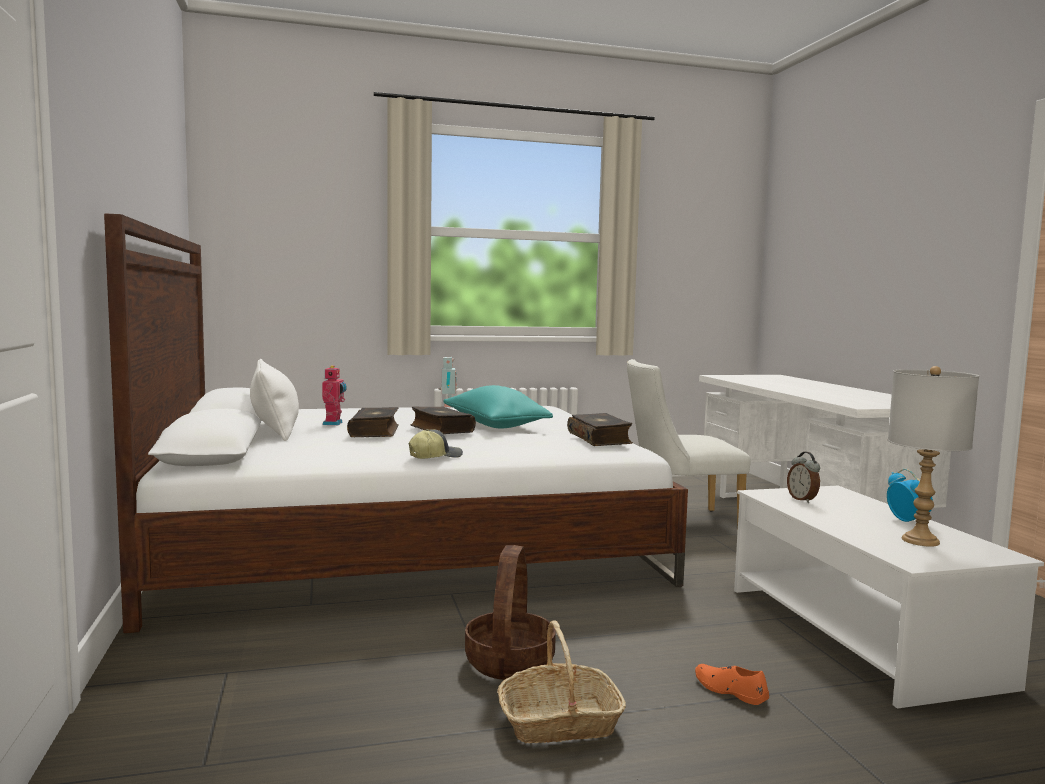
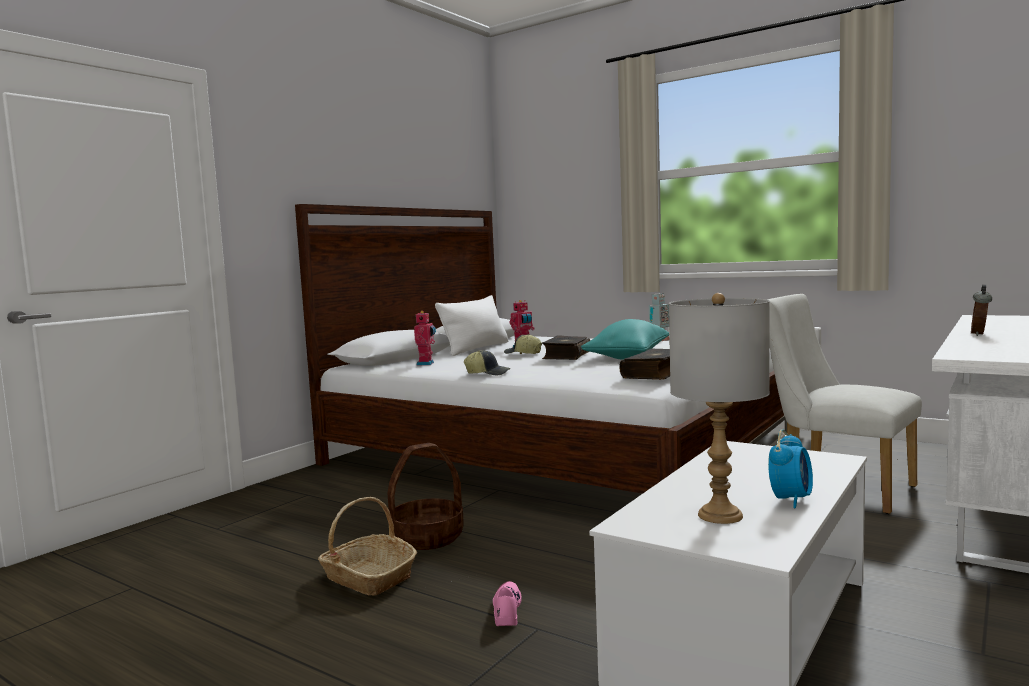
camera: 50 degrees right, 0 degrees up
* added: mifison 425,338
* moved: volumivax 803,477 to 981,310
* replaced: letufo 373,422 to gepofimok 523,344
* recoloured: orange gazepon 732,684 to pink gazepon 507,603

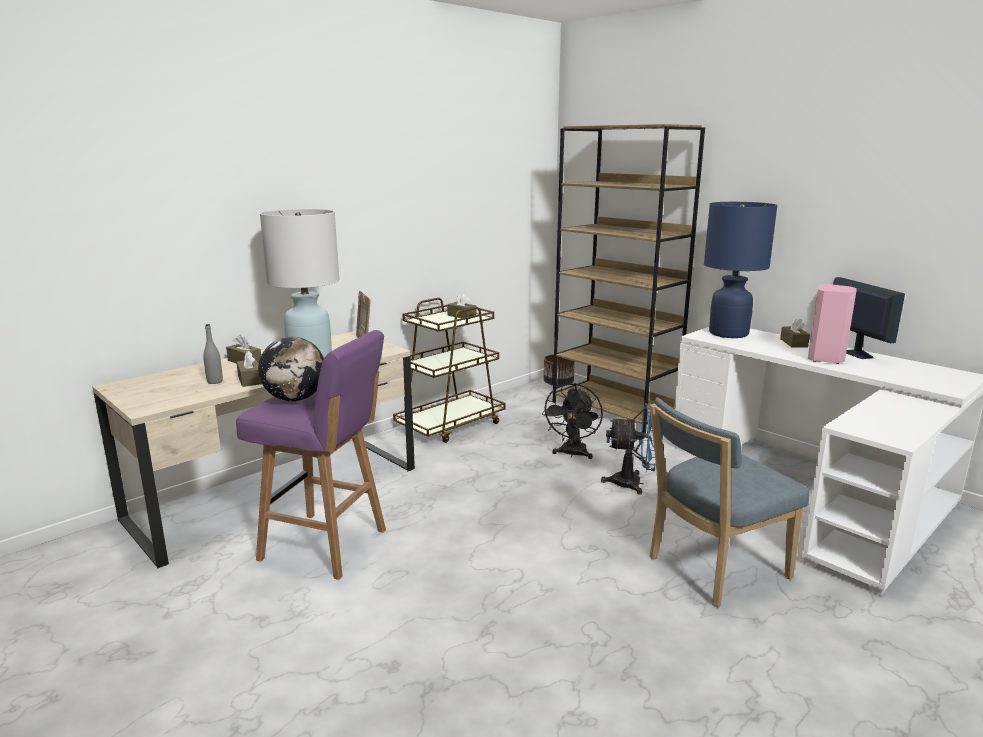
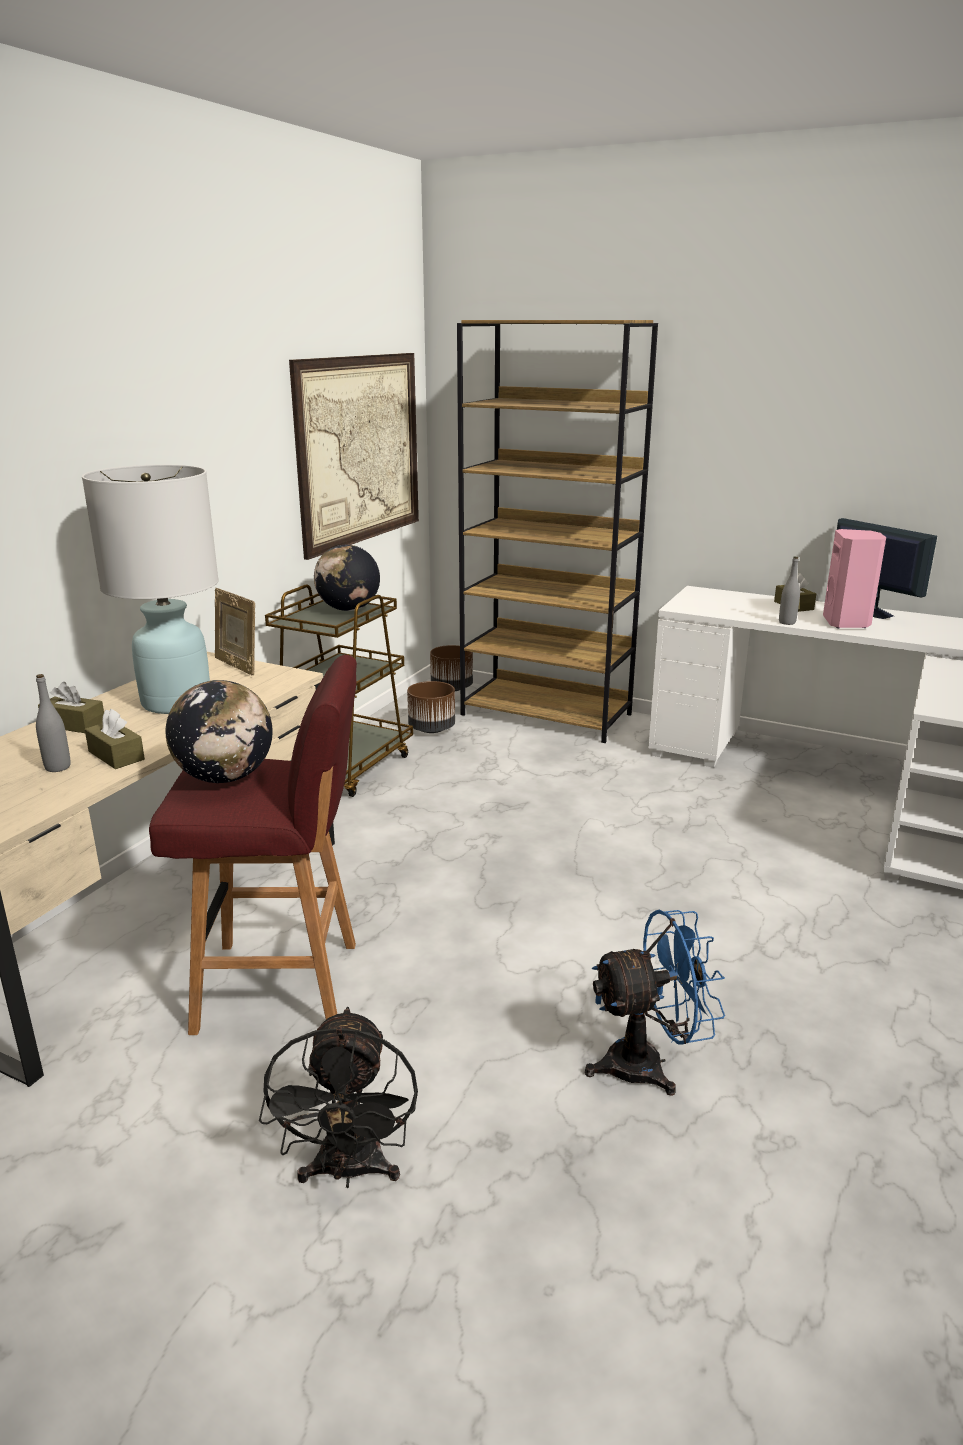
camera: 20 degrees left, 5 degrees up
* removed: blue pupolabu 730,502
* removed: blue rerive 741,270
* added: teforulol 354,456
* added: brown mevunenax 431,707
* added: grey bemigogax 789,590
* moved: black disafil 572,421 to 338,1097
* moved: blue disafil 632,449 to 655,1003
* replaced: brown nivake 462,306 to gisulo 347,578
* recoloured: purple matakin 311,455 to red matakin 253,845

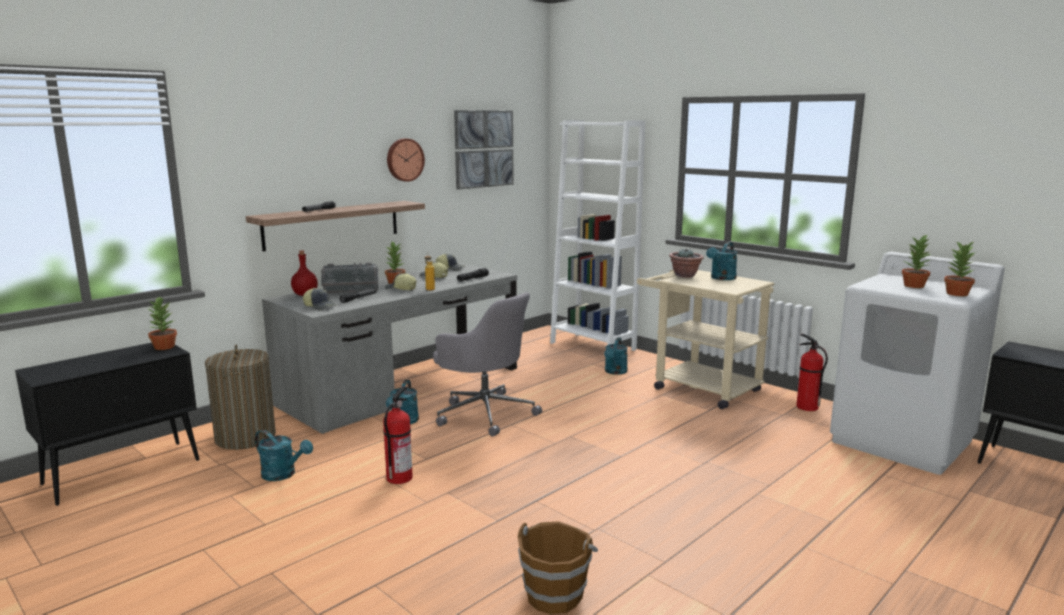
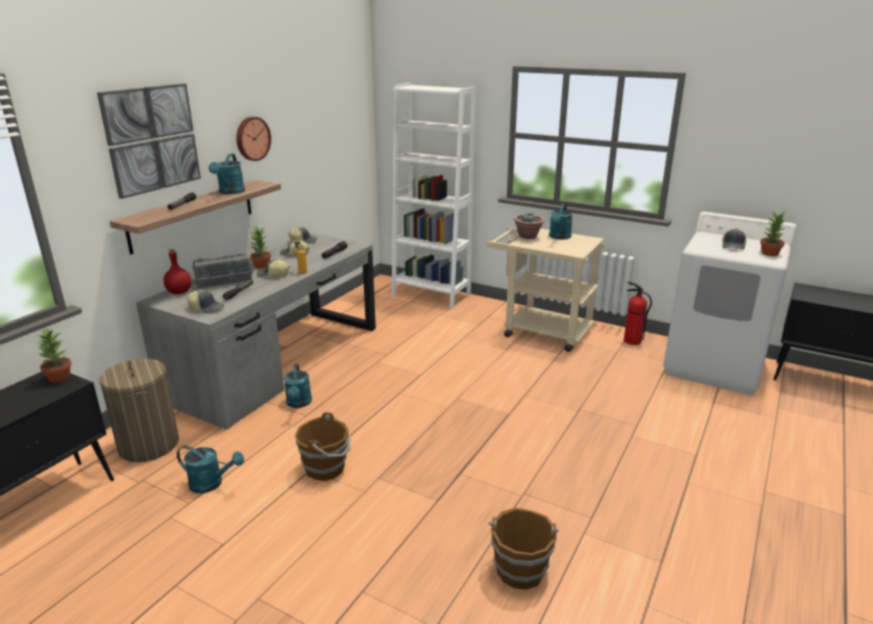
camera: 15 degrees left, 10 degrees up
* removed: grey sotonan 487,364
* moved: teforulol 484,150 to 149,141
* moved: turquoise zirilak 615,356 to 227,174
* replaced: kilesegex 398,435 to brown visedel 322,446
* replaced: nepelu 916,261 to gepofimok 734,239

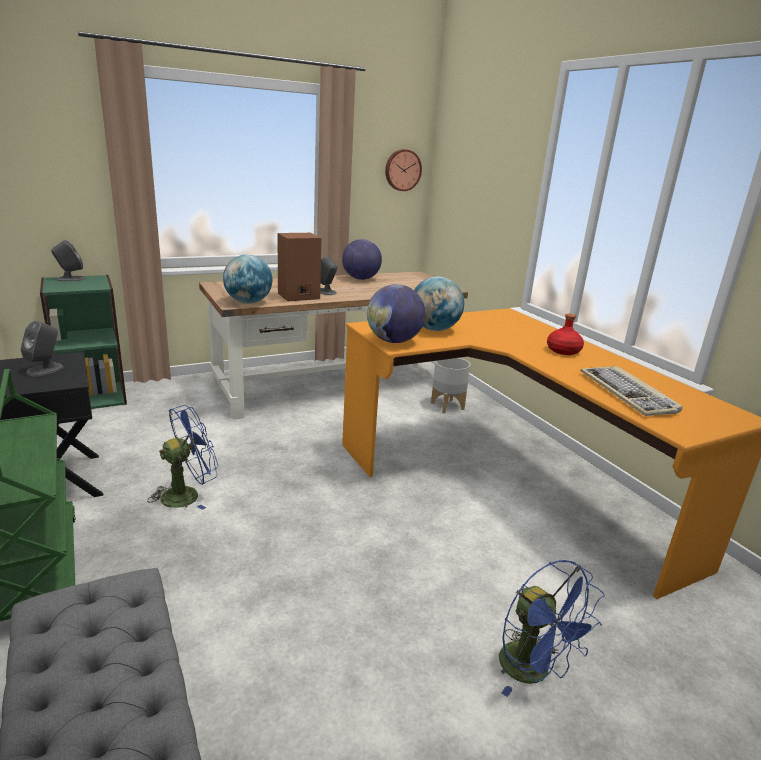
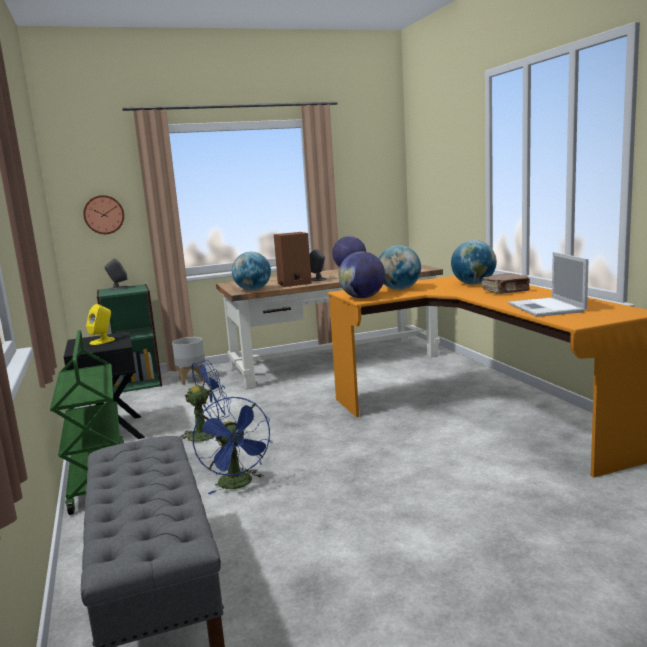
camera: 10 degrees right, 10 degrees down
* added: gisulo 474,262
* moved: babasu 403,170 to 103,214
* moved: grey mevunenax 450,385 to 188,361
* moved: blue disafil 552,628 to 233,445
* replaced: red bemigogax 565,334 to brown letufo 506,283
* replaced: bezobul 631,391 to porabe 548,284
* recoloured: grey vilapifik 42,348 to yellow vilapifik 100,324

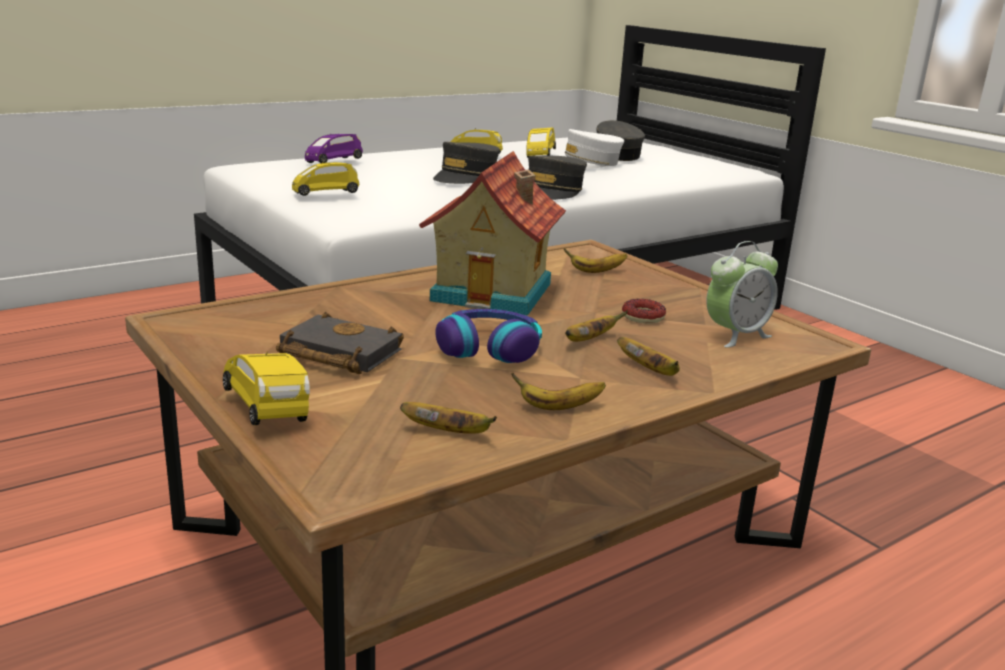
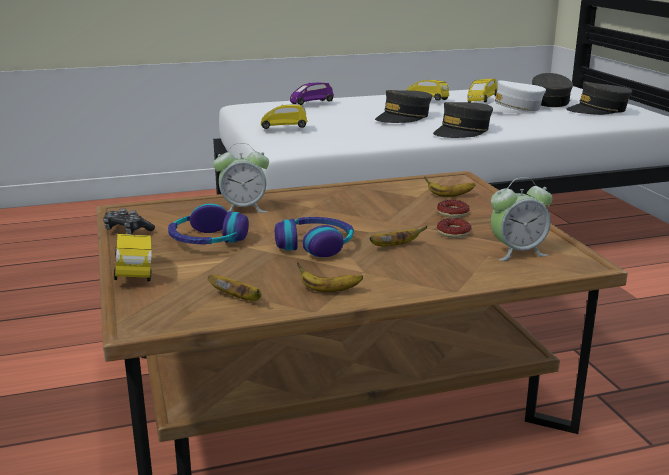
camera: 20 degrees right, 0 degrees up
* removed: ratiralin 492,233
* removed: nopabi 648,356
* added: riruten 129,221
* added: volumivax 241,178
* added: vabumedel 453,209
* added: grey gepofimok 599,98
* replaced: black letufo 340,343 to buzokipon 208,224

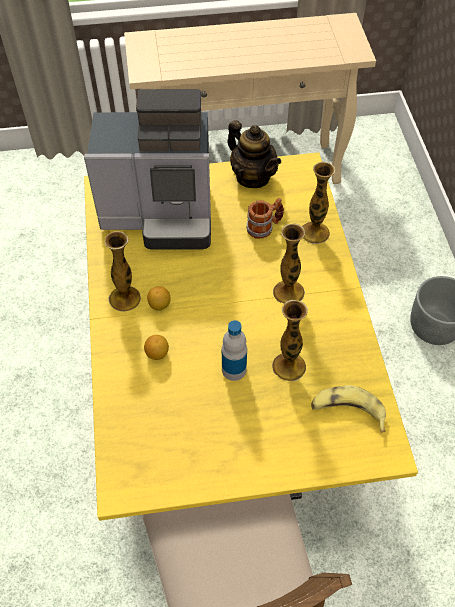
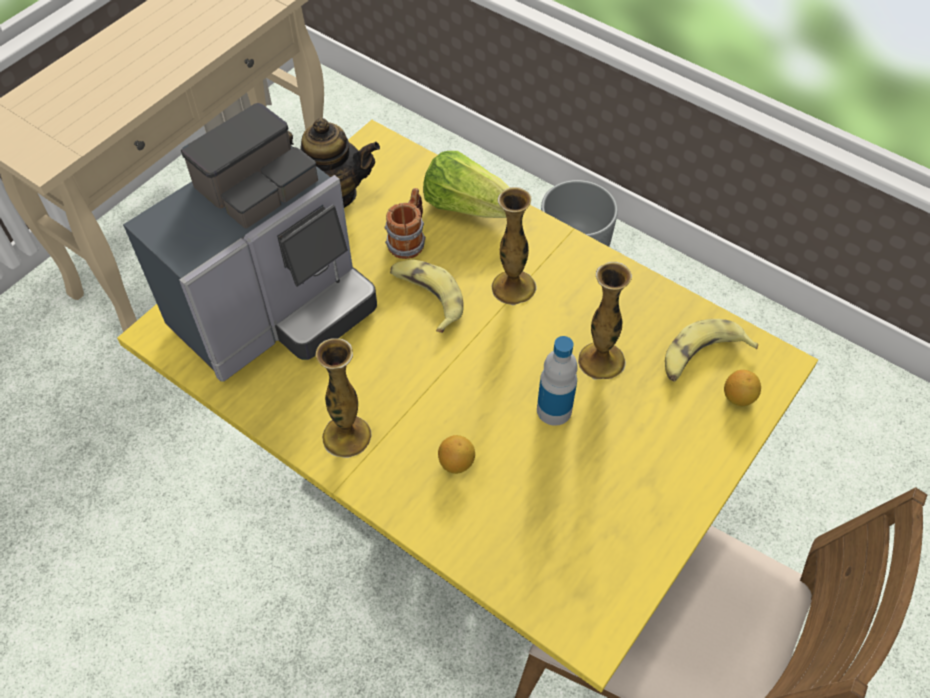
camera: 45 degrees left, 0 degrees up
* added: nopabi 427,296
* moved: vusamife 159,298 to 742,388
* replaced: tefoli 319,203 to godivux 466,184

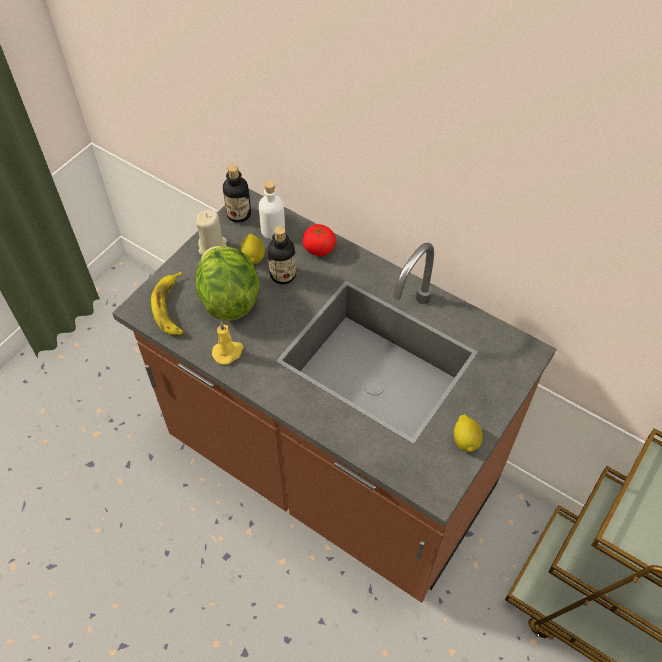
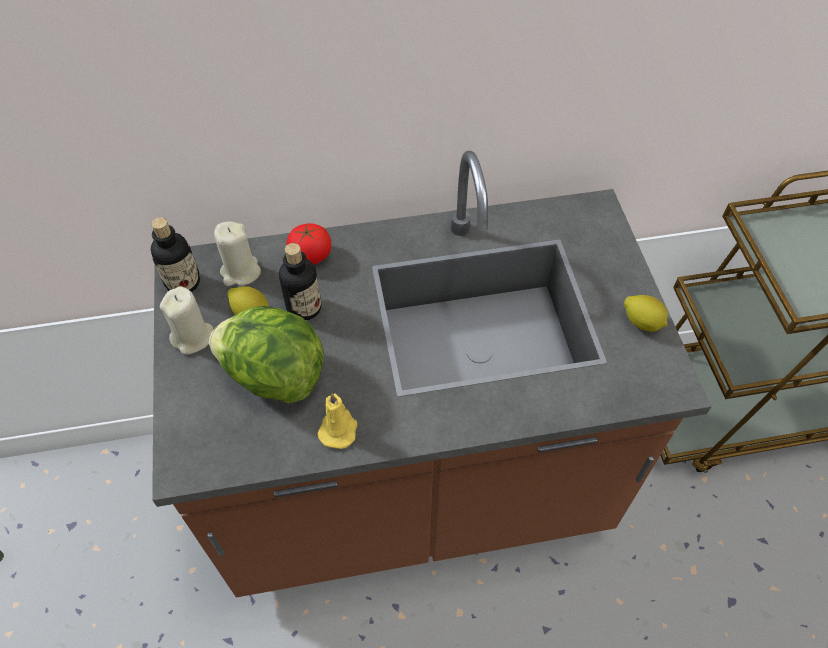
camera: 45 degrees left, 0 degrees up
* removed: nopabi 167,303
* replaced: white bemigogax 272,209 to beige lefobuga 237,253

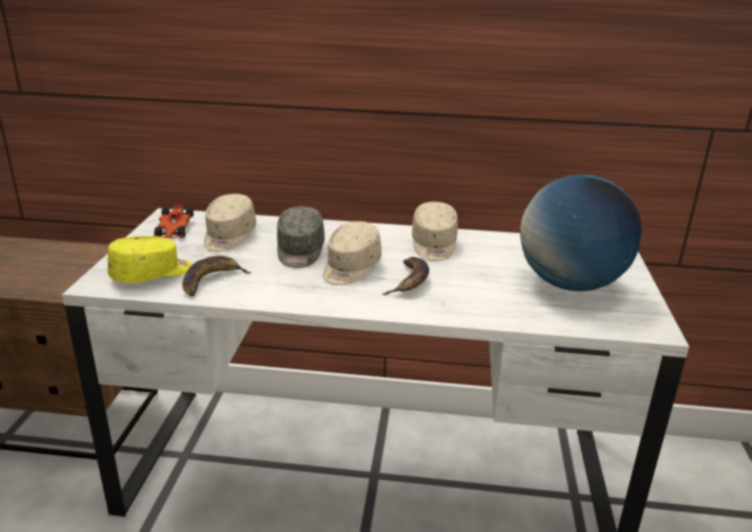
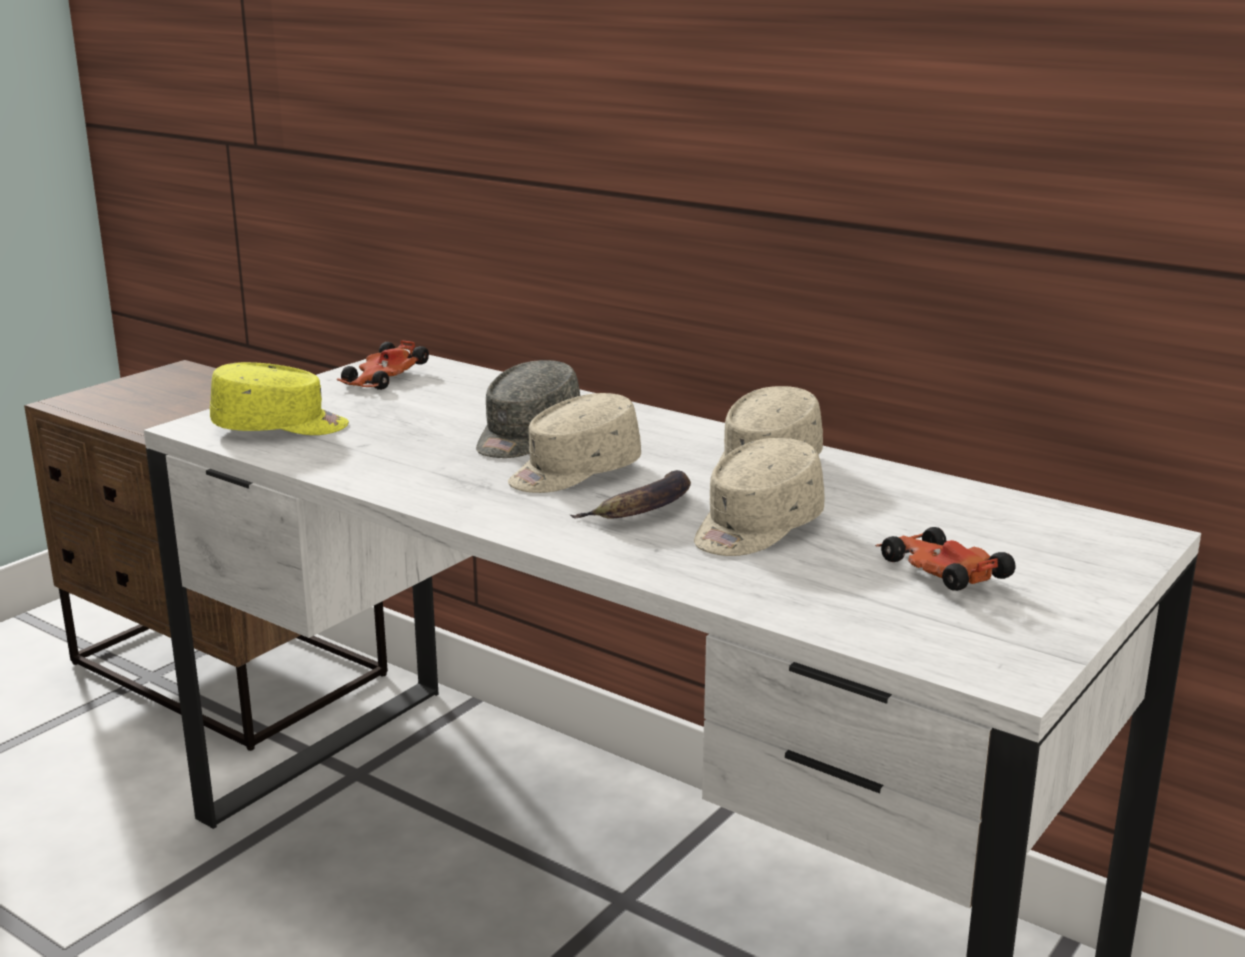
camera: 30 degrees right, 5 degrees down
* removed: nopabi 217,276
* moved: beige gepofimok 230,222 to 759,497
* replaced: gisulo 581,232 to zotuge 945,559

